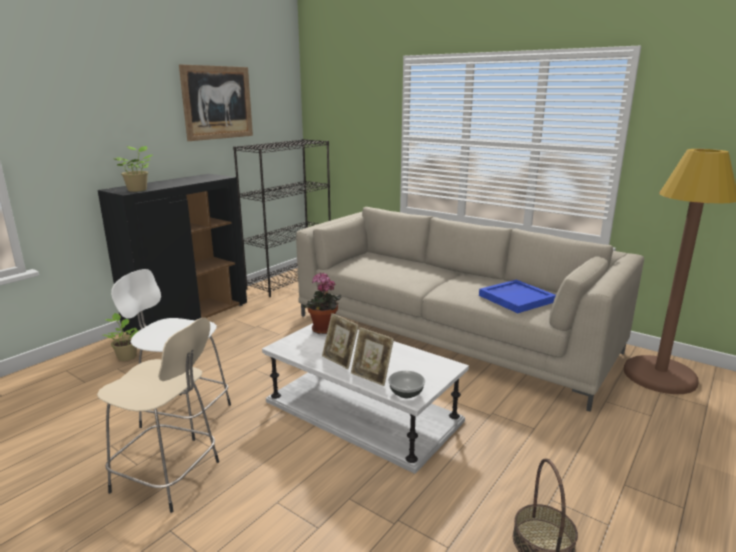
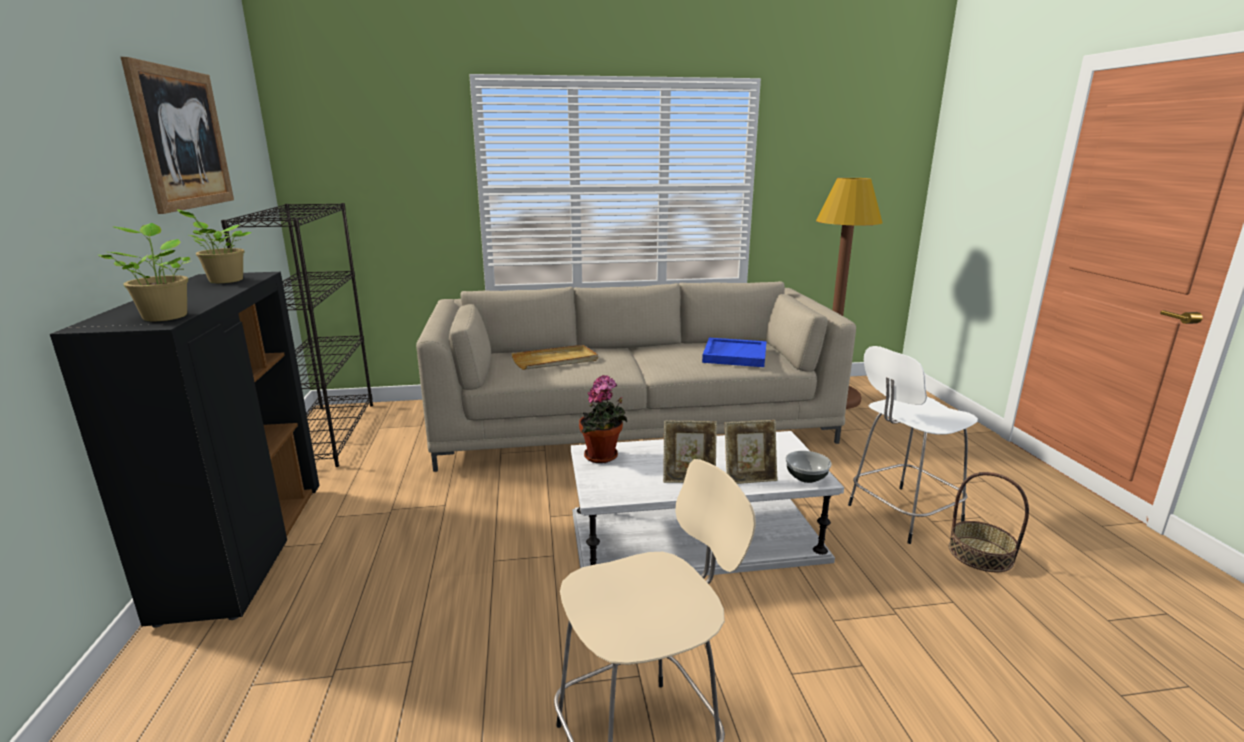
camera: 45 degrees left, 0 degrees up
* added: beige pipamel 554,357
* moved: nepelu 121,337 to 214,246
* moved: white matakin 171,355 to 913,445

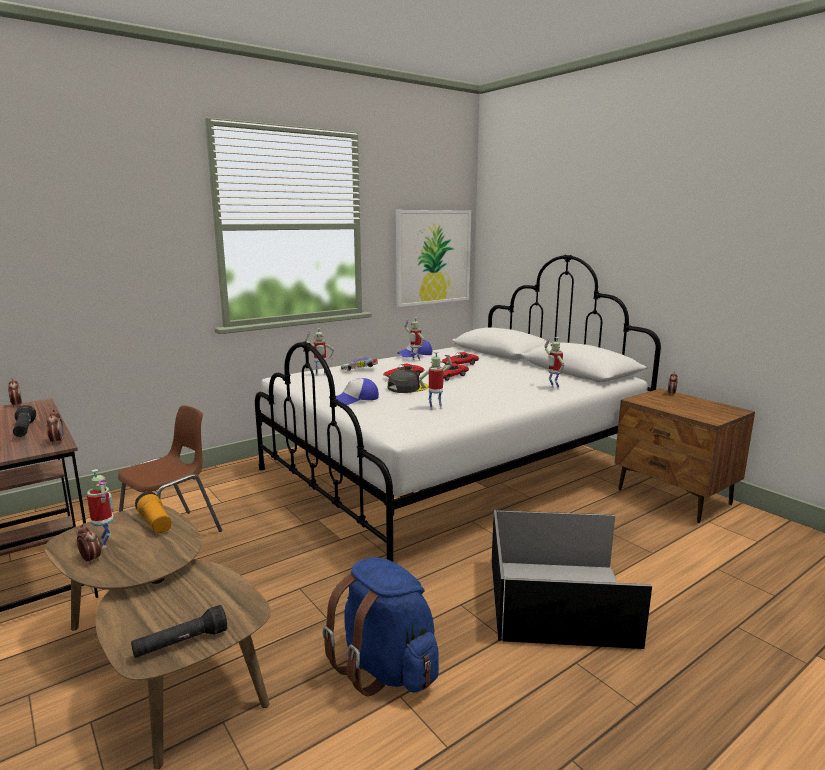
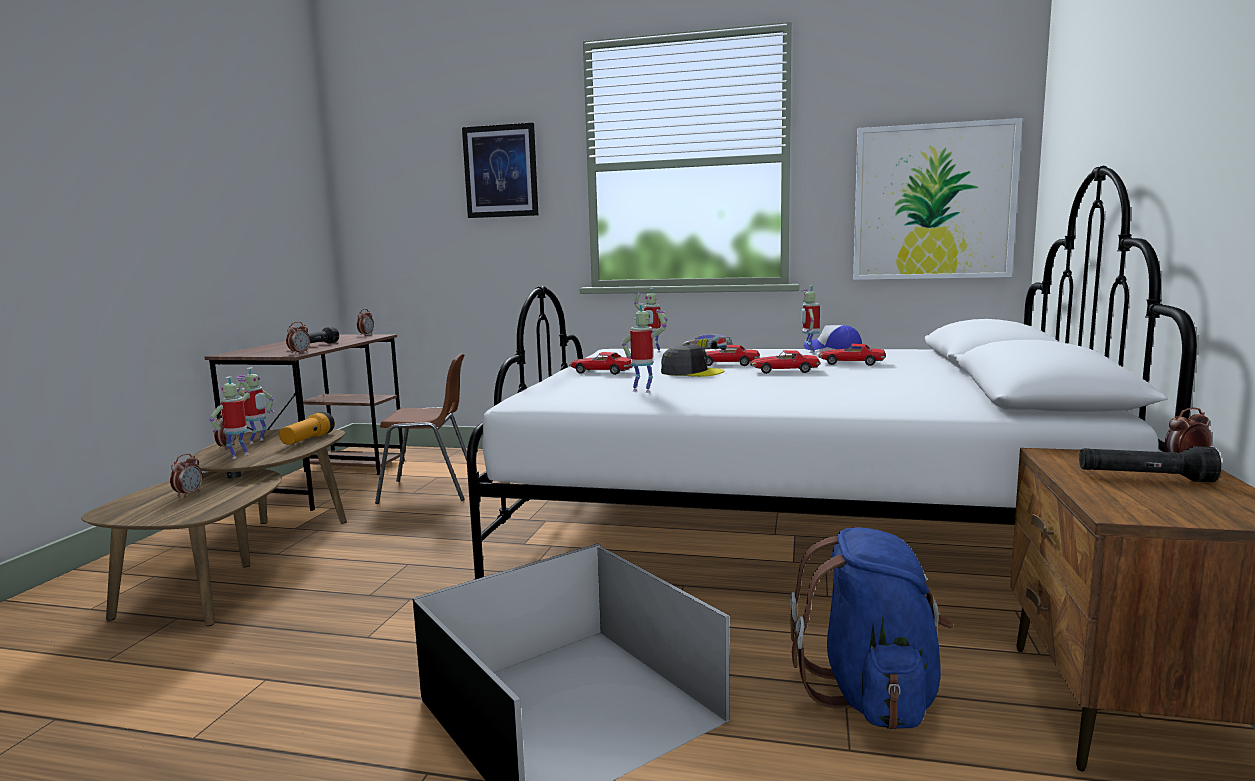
camera: 50 degrees right, 5 degrees down
* added: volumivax 186,475
* added: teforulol 500,170
* moved: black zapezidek 179,631 to 1150,464
* moved: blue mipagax 380,626 to 871,628
* moved: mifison 554,363 to 230,418
* replaced: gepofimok 357,391 to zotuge 601,363

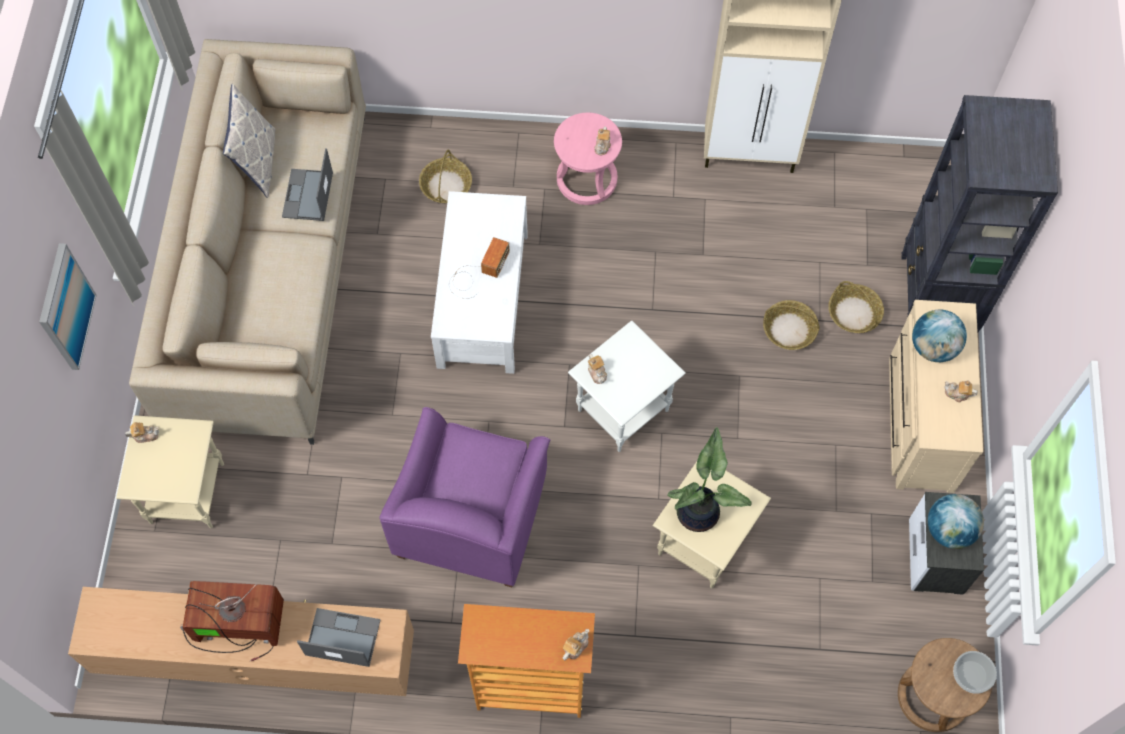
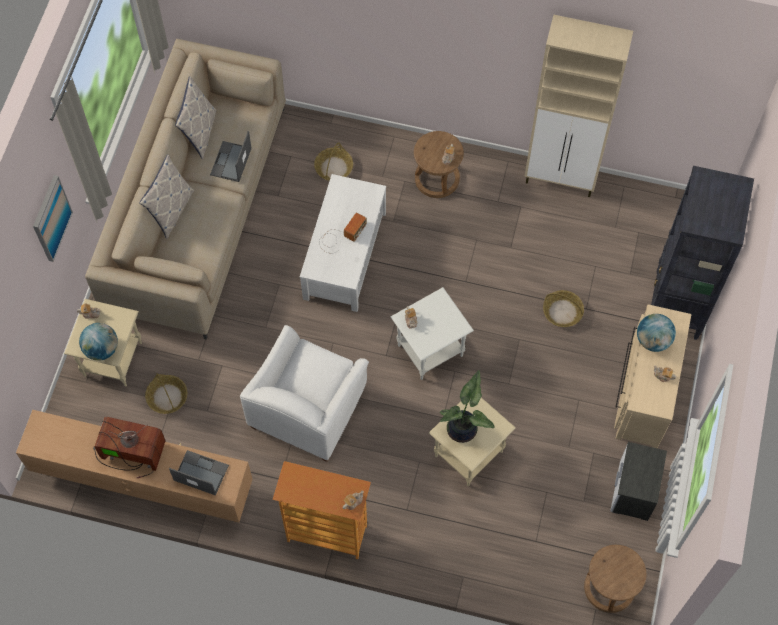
camera: 10 degrees right, 0 degrees up
* removed: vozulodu 975,672
* added: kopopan 166,196
* moved: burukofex 856,307 to 166,393
* moved: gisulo 956,521 to 98,342
* recoloured: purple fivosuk 464,497 to white fivosuk 304,393
* recoloured: pink matakin 588,159 to brown matakin 439,164

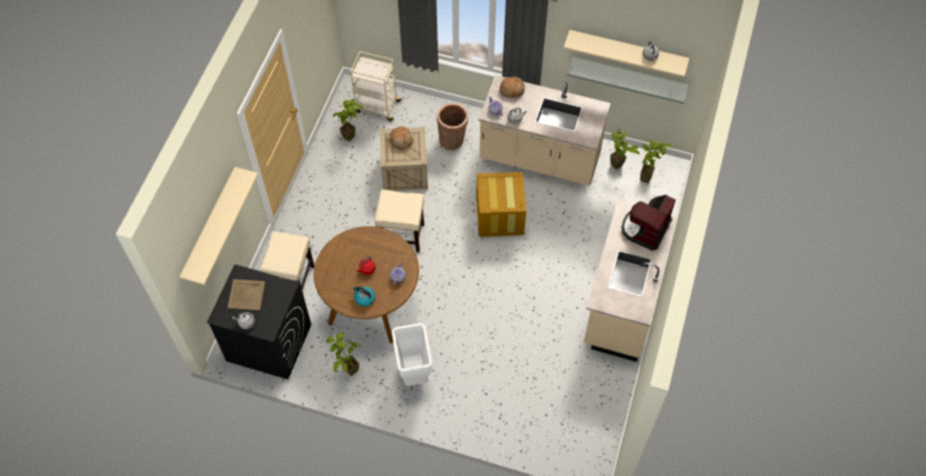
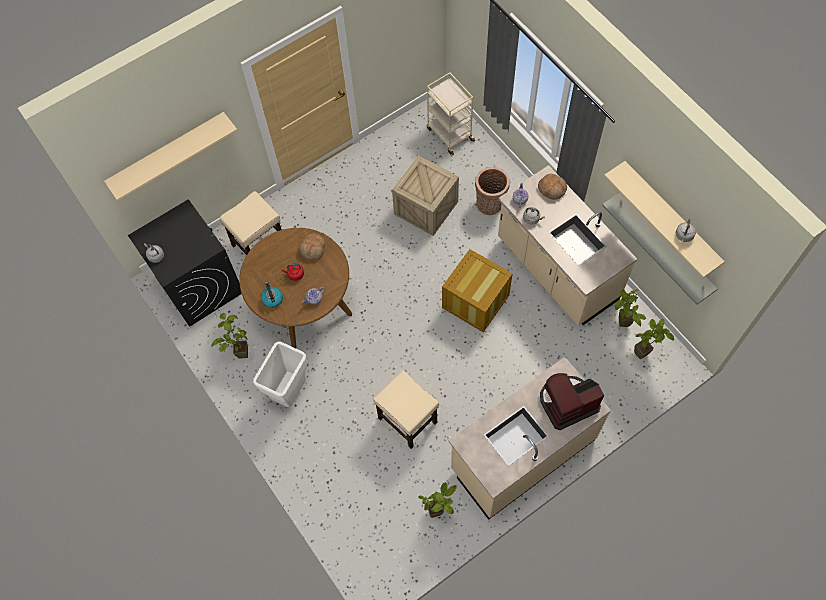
camera: 40 degrees right, 5 degrees up
* removed: beige pipamel 246,295
* moved: nepelu 348,120 to 437,500
* moved: beige matakin 399,221 to 406,409
* moved: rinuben 401,138 to 312,246

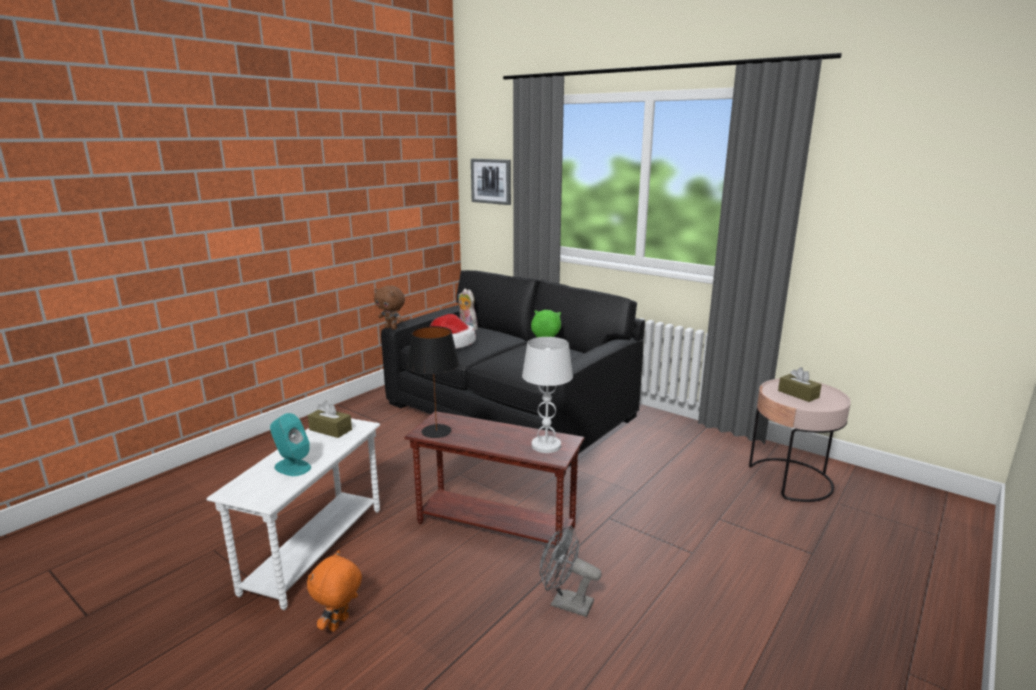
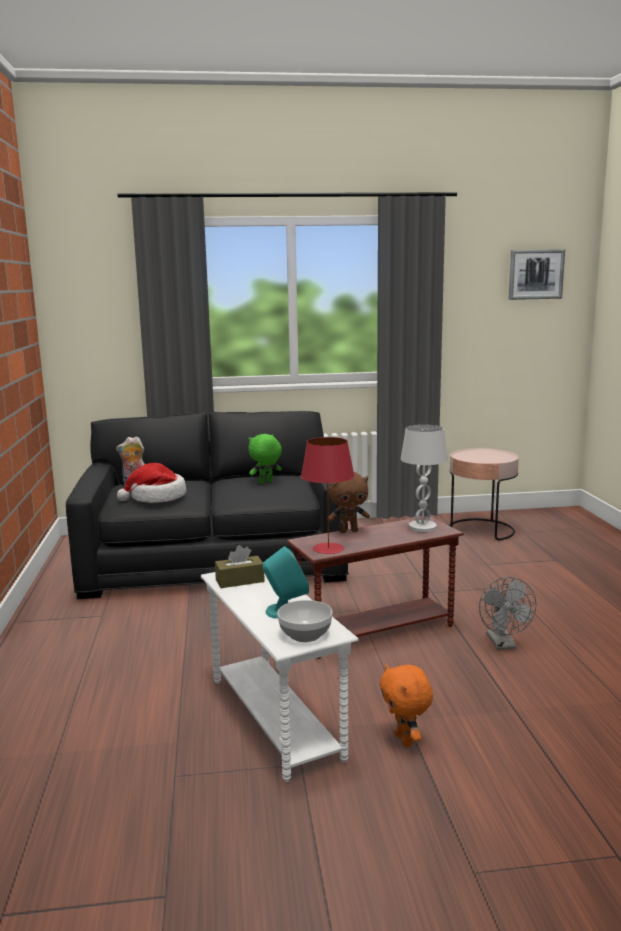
camera: 45 degrees left, 5 degrees down
* removed: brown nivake 800,384
* added: vozulodu 304,621
* moved: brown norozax 389,307 to 348,502
* moved: teforulol 491,182 to 536,274
* recoloured: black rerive 433,382 to red rerive 328,495
* turned: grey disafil 571,571 = 508,613 75 degrees counterclockwise

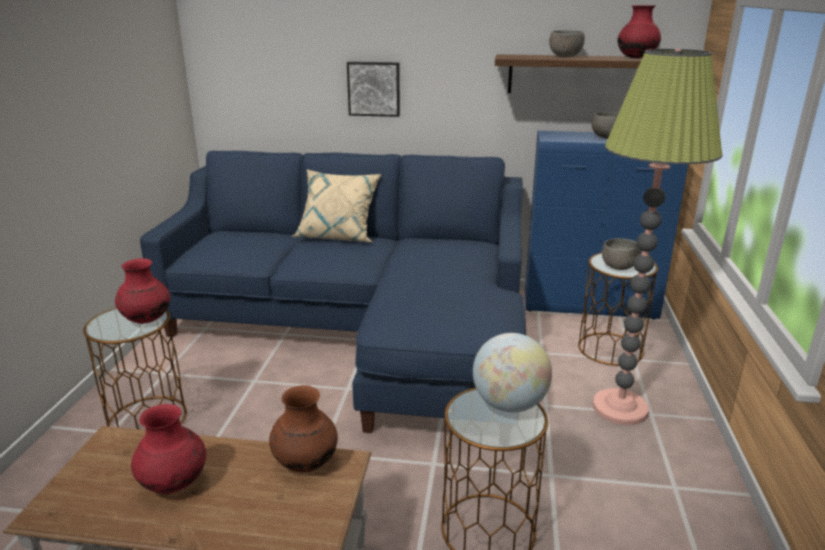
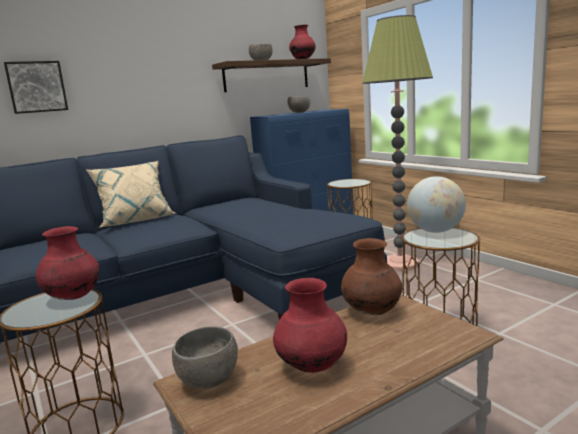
camera: 40 degrees left, 10 degrees down
* moved: teforulol 373,89 to 36,87
* moved: grey vozulodu 621,254 to 205,357

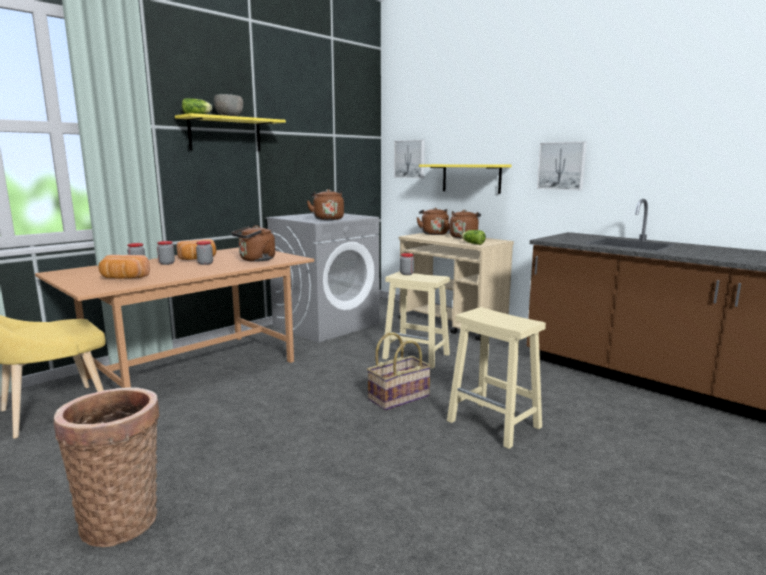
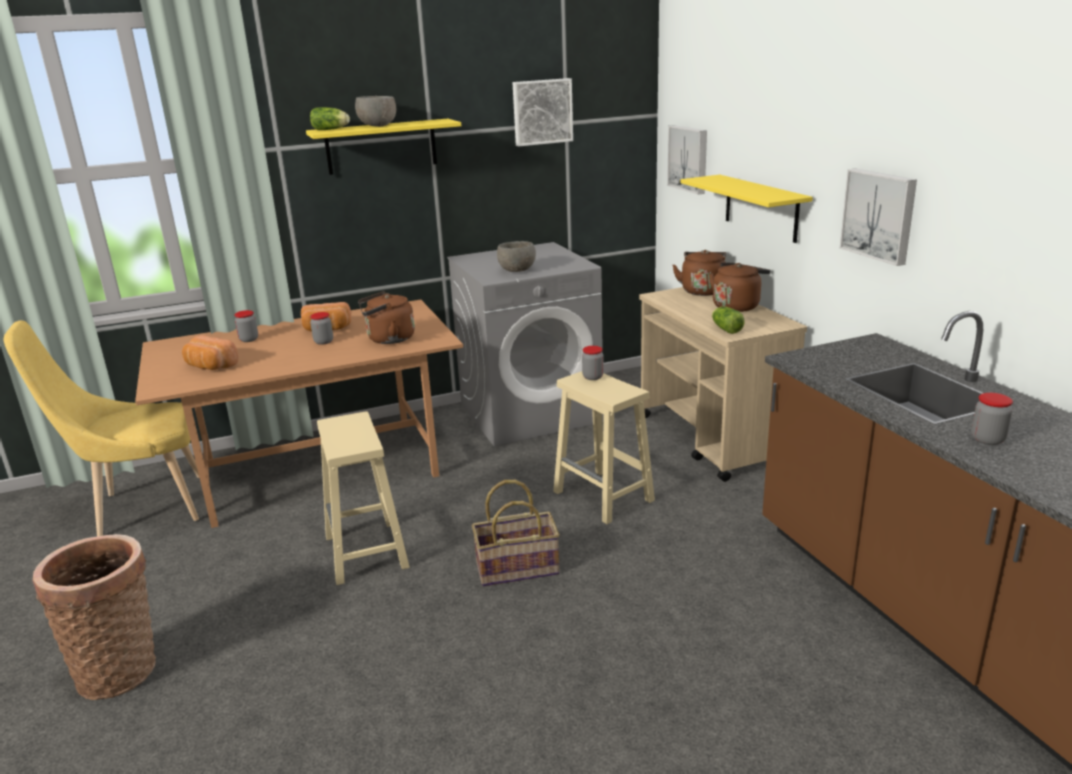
camera: 25 degrees right, 10 degrees up
* added: teforulol 543,112
* moved: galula 166,253 to 992,419
* moved: beige matakin 496,378 to 363,498
* replaced: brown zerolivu 325,204 to grey vozulodu 516,256

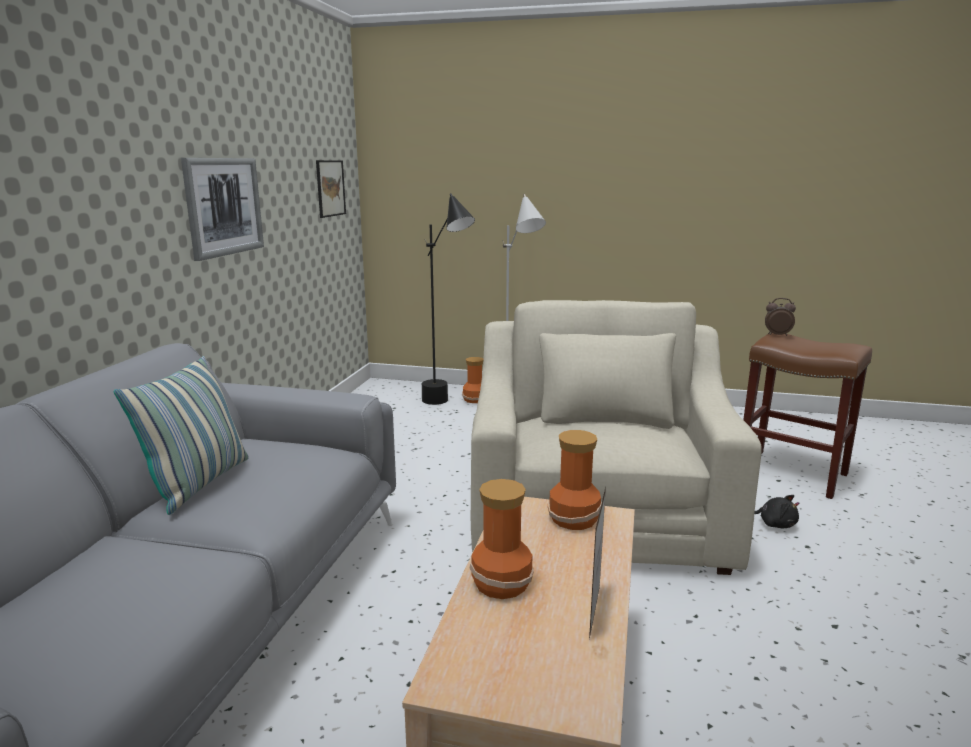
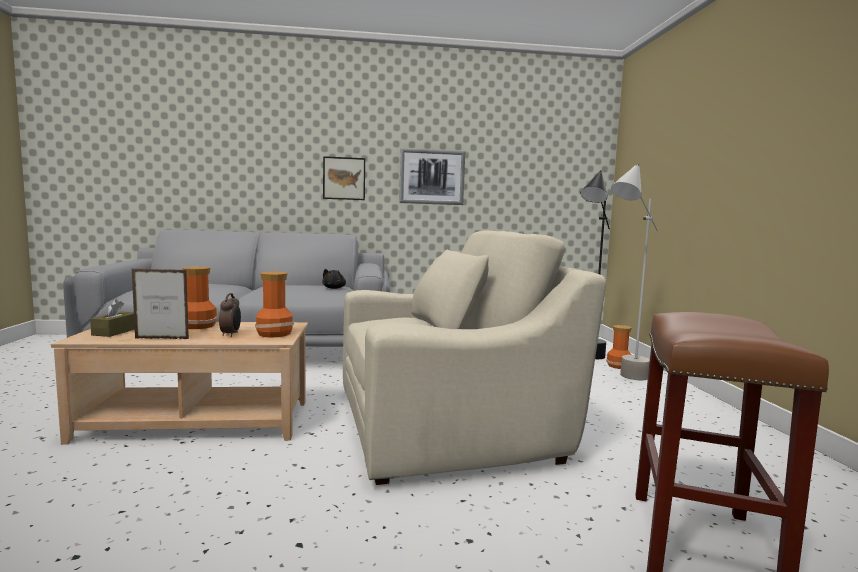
camera: 70 degrees right, 10 degrees down
* removed: kopopan 181,435
* added: brown nivake 112,318
* moved: teforulol 331,189 to 344,178
* moved: black norozax 777,511 to 334,279
* moved: volumivax 780,317 to 230,315

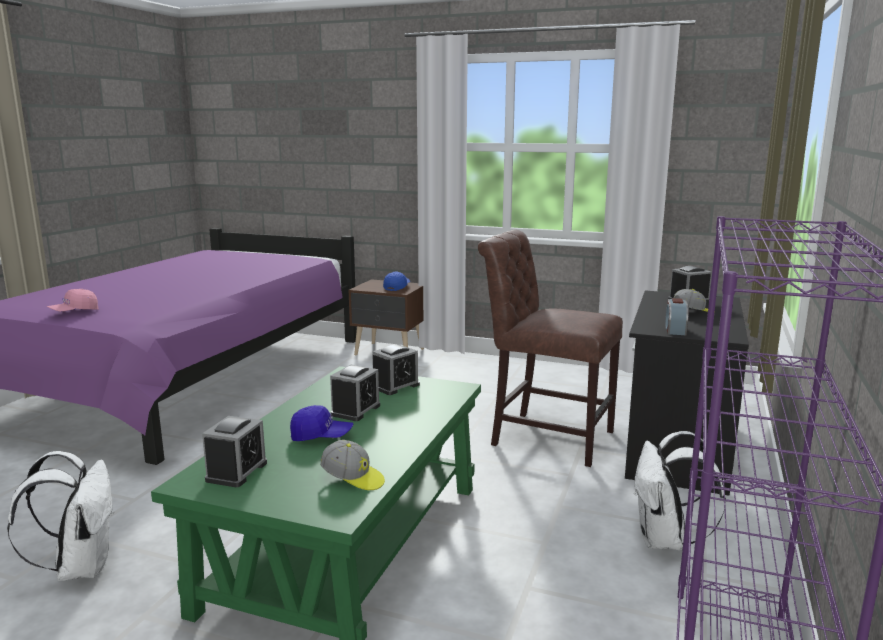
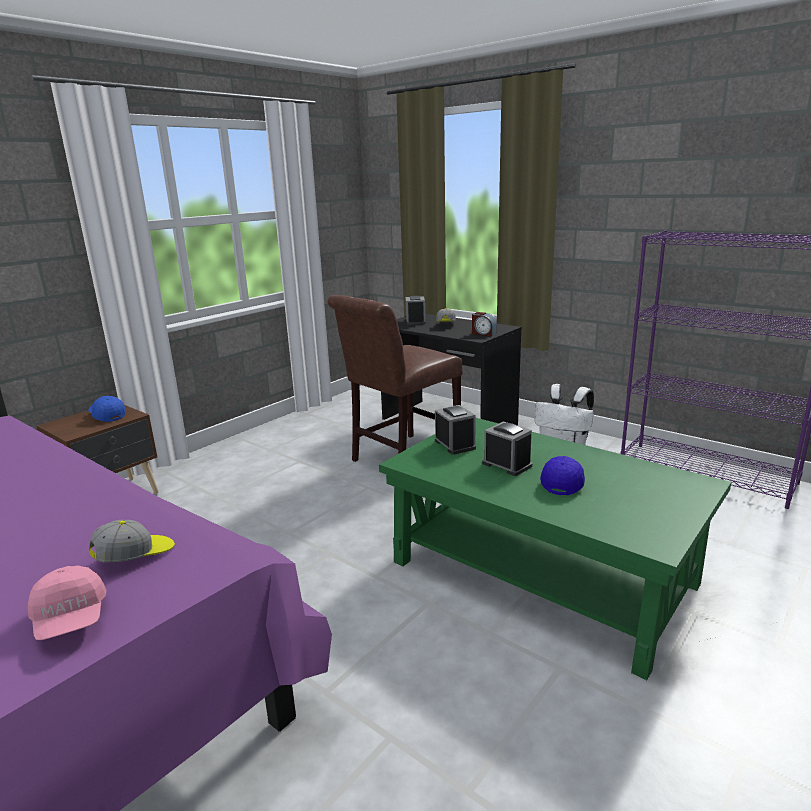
camera: 70 degrees left, 5 degrees up
* removed: white mipagax 60,516
* removed: volumivax 234,451
* moved: gepofimok 352,465 to 132,541

